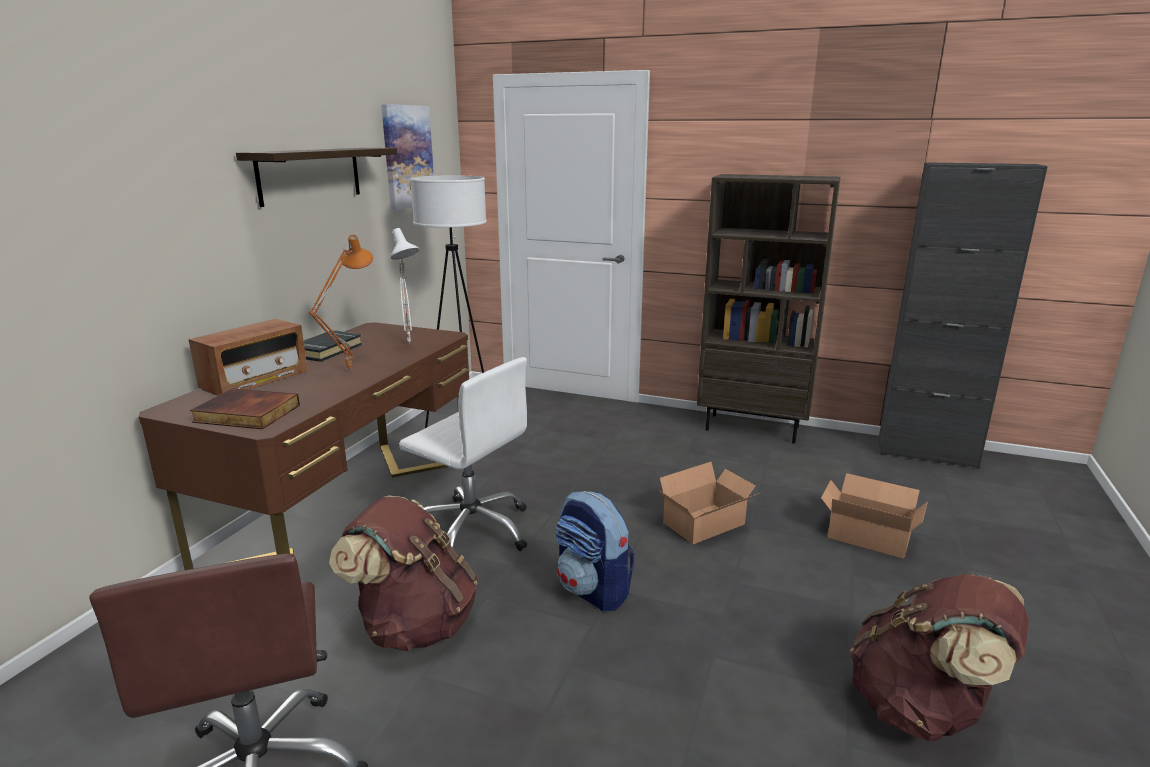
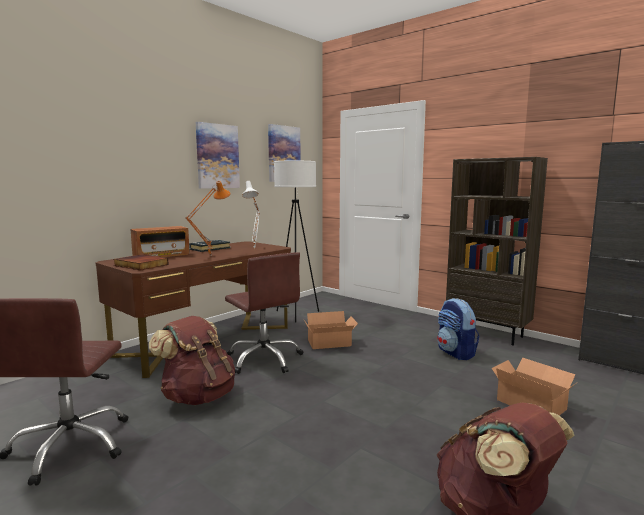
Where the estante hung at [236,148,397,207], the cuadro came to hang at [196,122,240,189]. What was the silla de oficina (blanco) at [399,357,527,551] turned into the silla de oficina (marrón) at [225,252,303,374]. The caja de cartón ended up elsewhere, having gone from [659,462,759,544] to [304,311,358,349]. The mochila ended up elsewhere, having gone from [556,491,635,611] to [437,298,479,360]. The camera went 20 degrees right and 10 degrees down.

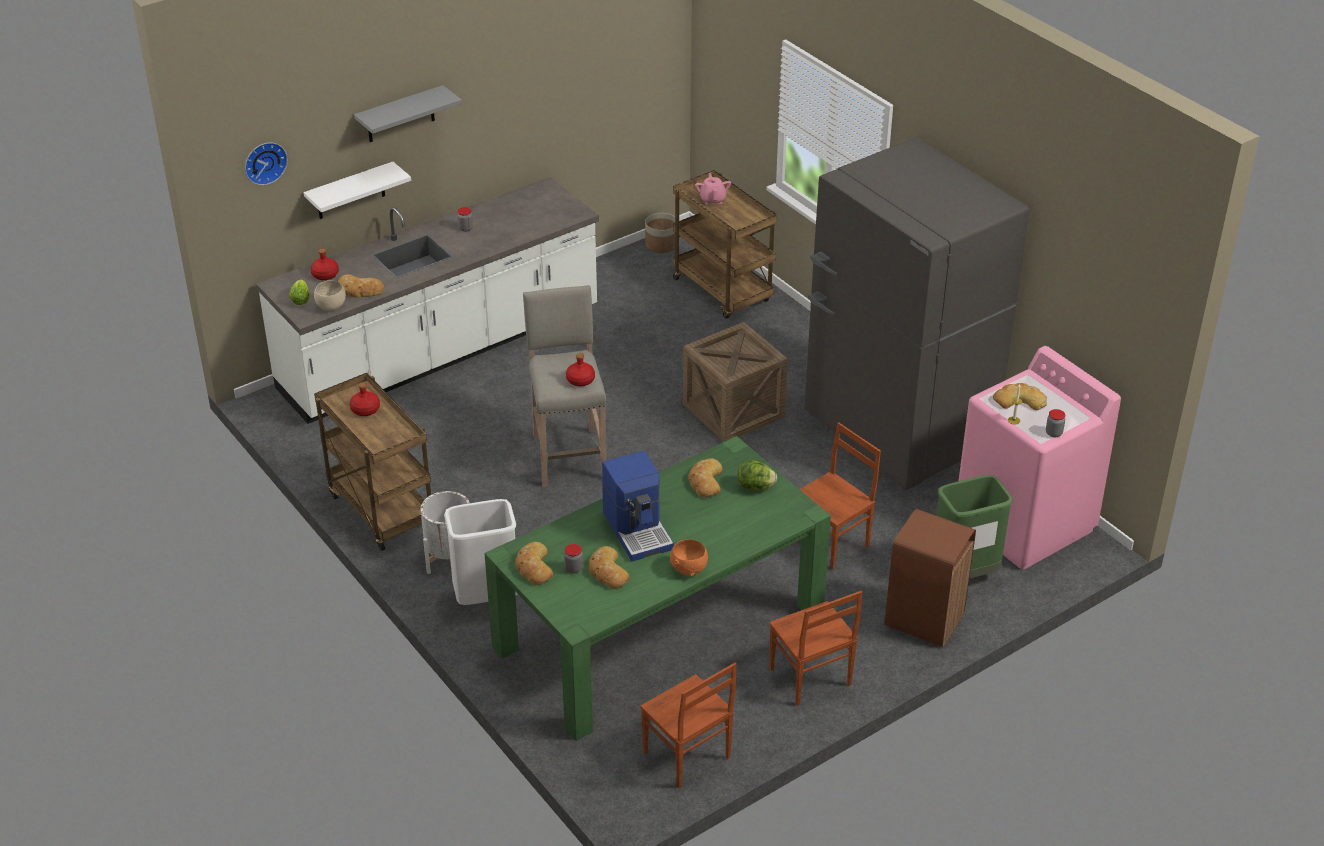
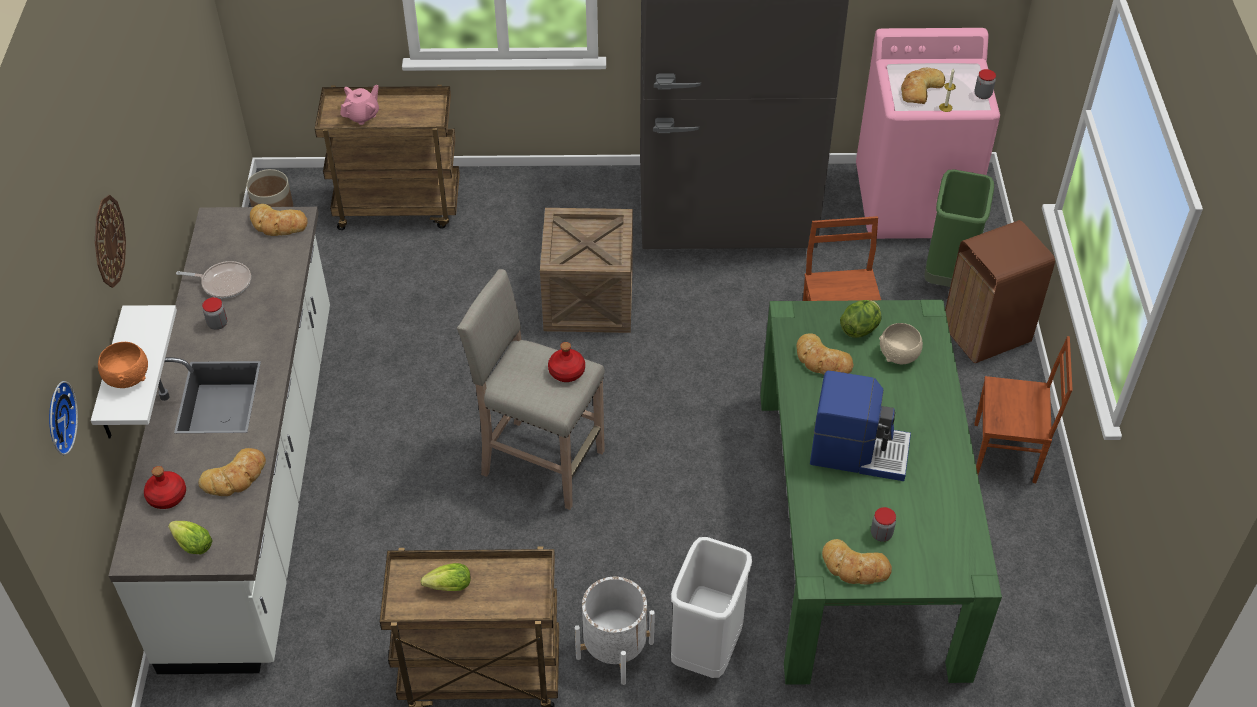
Where the estante (gris) hung at [354,85,462,142], the reloj de pared came to hang at [95,195,126,288]. The cuenco (naranja) ended up elsewhere, having gone from [670,539,708,576] to [98,342,148,388]. The second view gained the sartén at [176,261,251,298]. The pan ended up elsewhere, having gone from [589,546,629,589] to [250,204,308,236]. The tetera (rosa) at [695,173,731,205] ended up facing another way, 105 degrees clockwise from before. Where the botella (rojo) stood at [350,382,380,416], the lechuga came to stand at [421,563,471,591]. The cuenco (beis) ended up elsewhere, having gone from [314,280,346,311] to [879,323,923,364]. The second view lost the silla (marrón) at [640,663,737,788]. The camera went 55 degrees left and 10 degrees up.

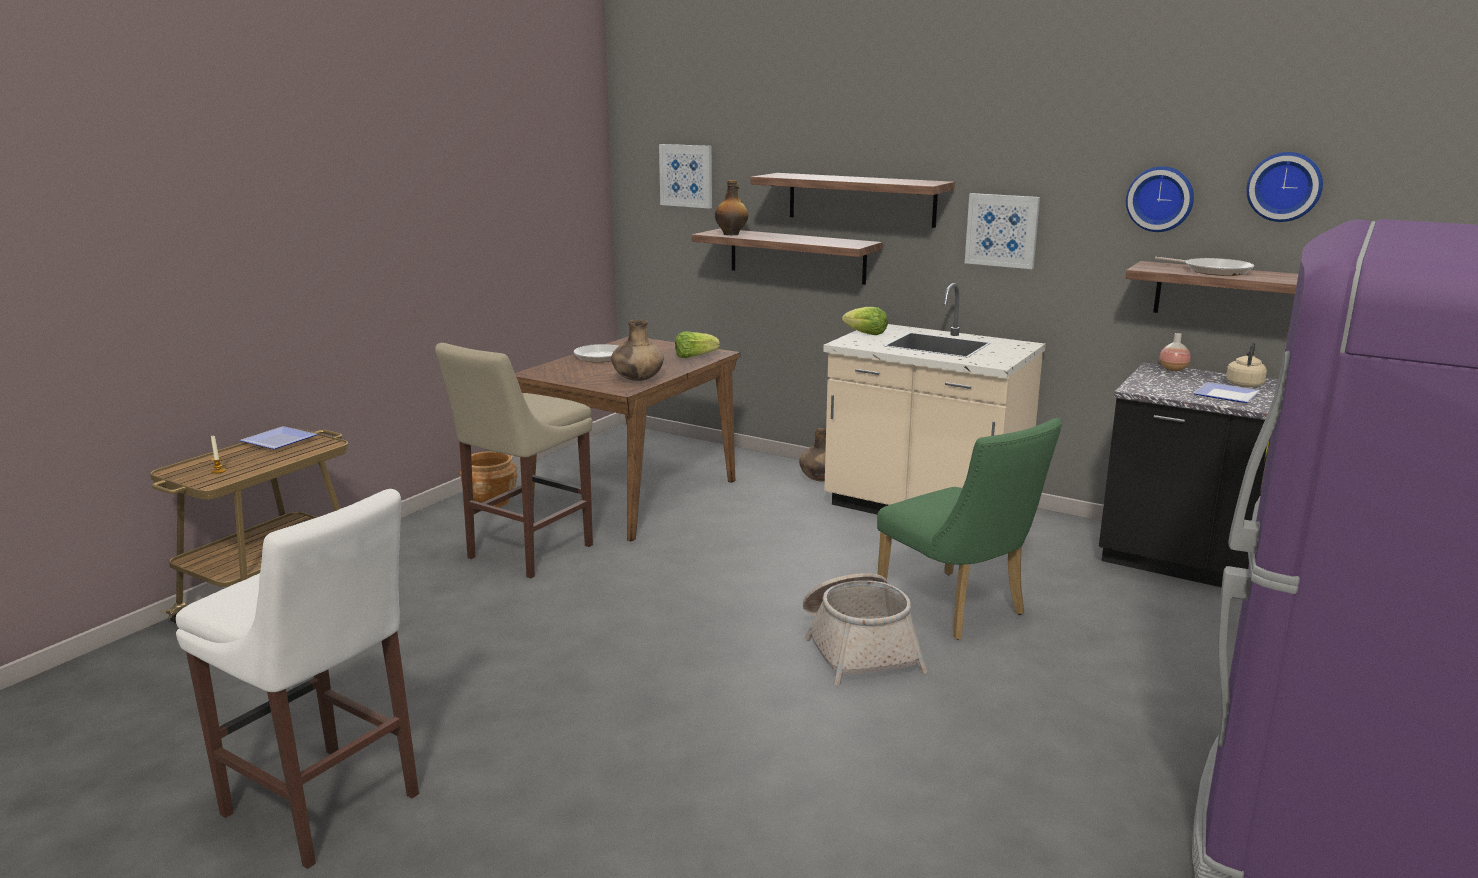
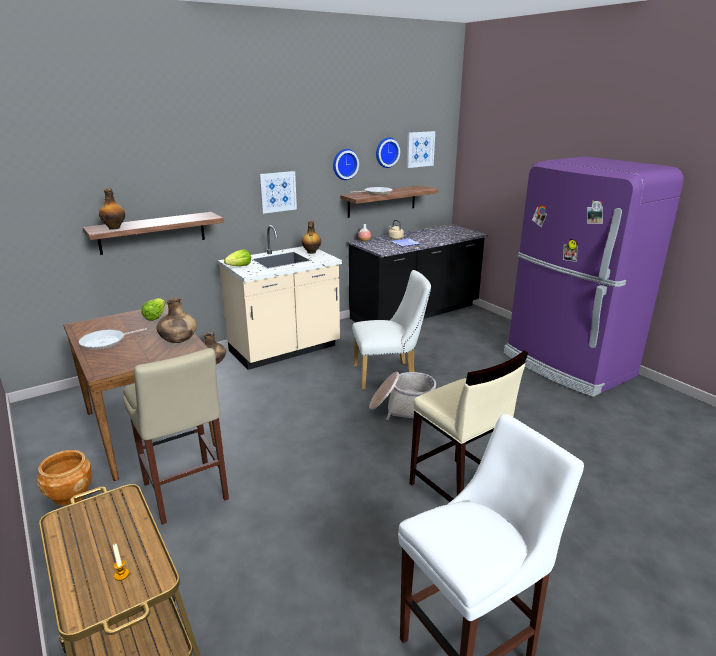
The second view gained the botella at [302,221,321,254]. What was the silla (verde) at [877,418,1062,640] turned into the silla (blanco) at [352,270,431,390]. The cuadro ended up elsewhere, having gone from [659,144,712,209] to [407,131,435,168]. The second view gained the taburete (beis) at [410,350,528,502]. The second view lost the plato at [240,426,317,449]. The second view lost the estante at [750,173,955,228]. The camera went 65 degrees left and 5 degrees up.

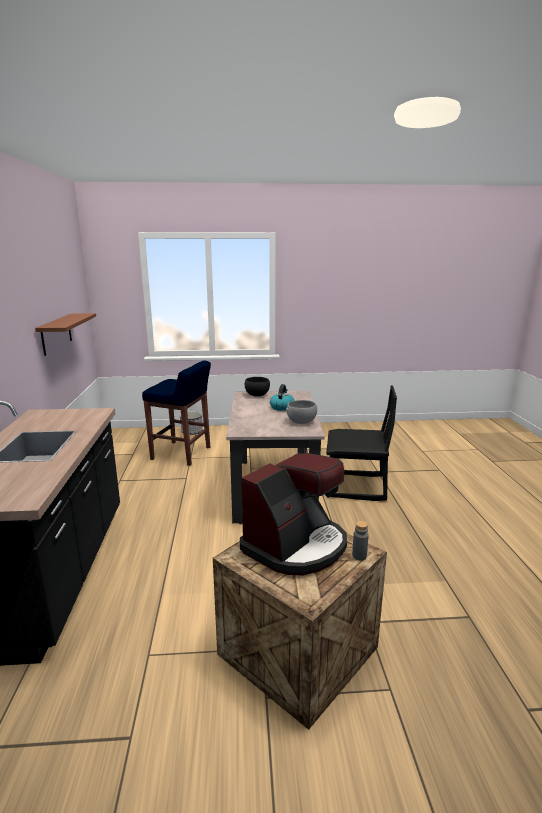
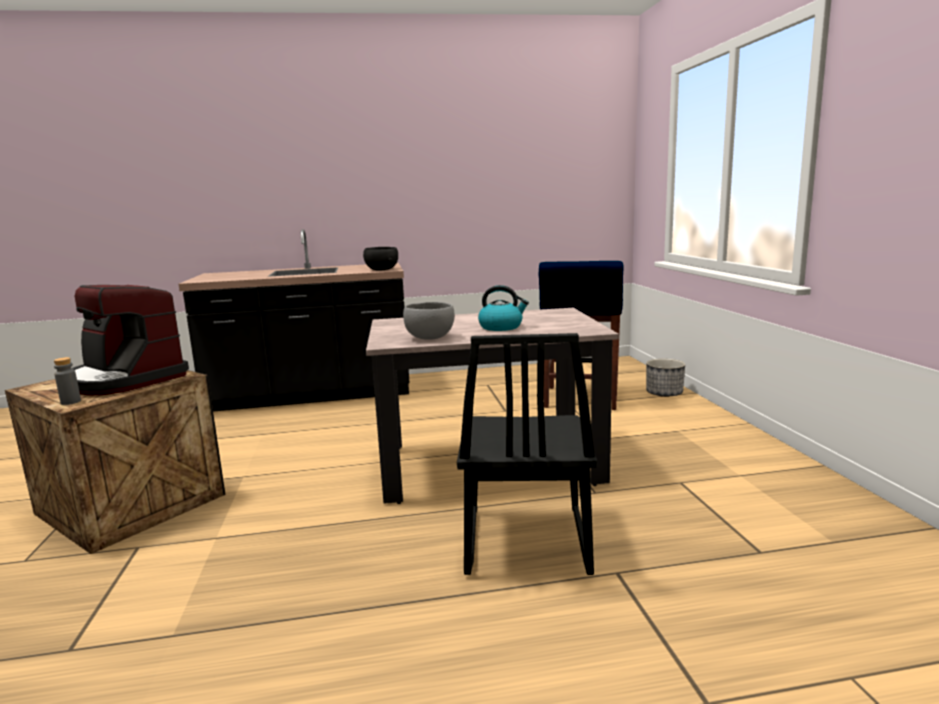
The cuenco (negro) ended up elsewhere, having gone from [245,377,270,397] to [363,247,398,271]. The second view lost the estante (marrón) at [35,313,96,356]. The camera went 85 degrees right and 5 degrees down.

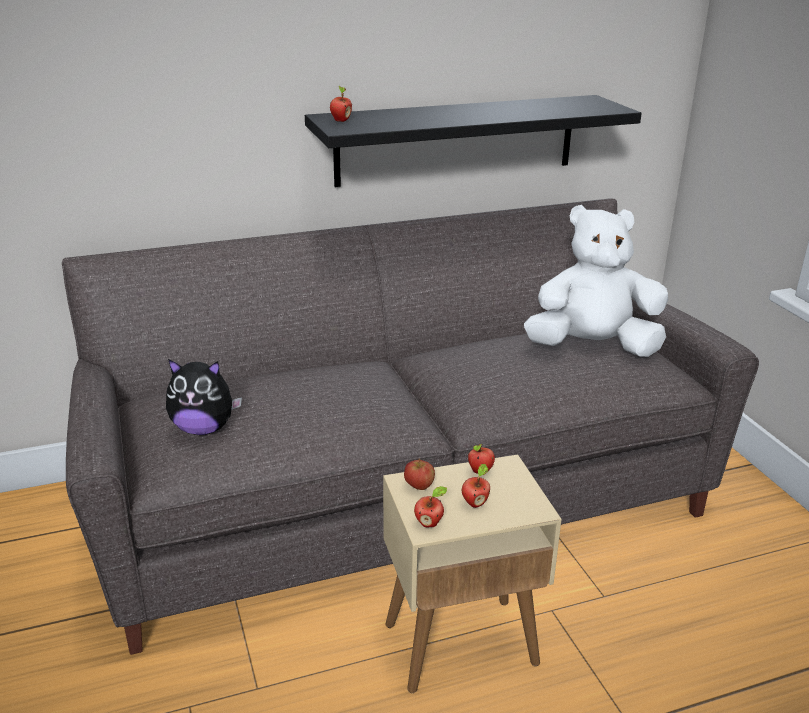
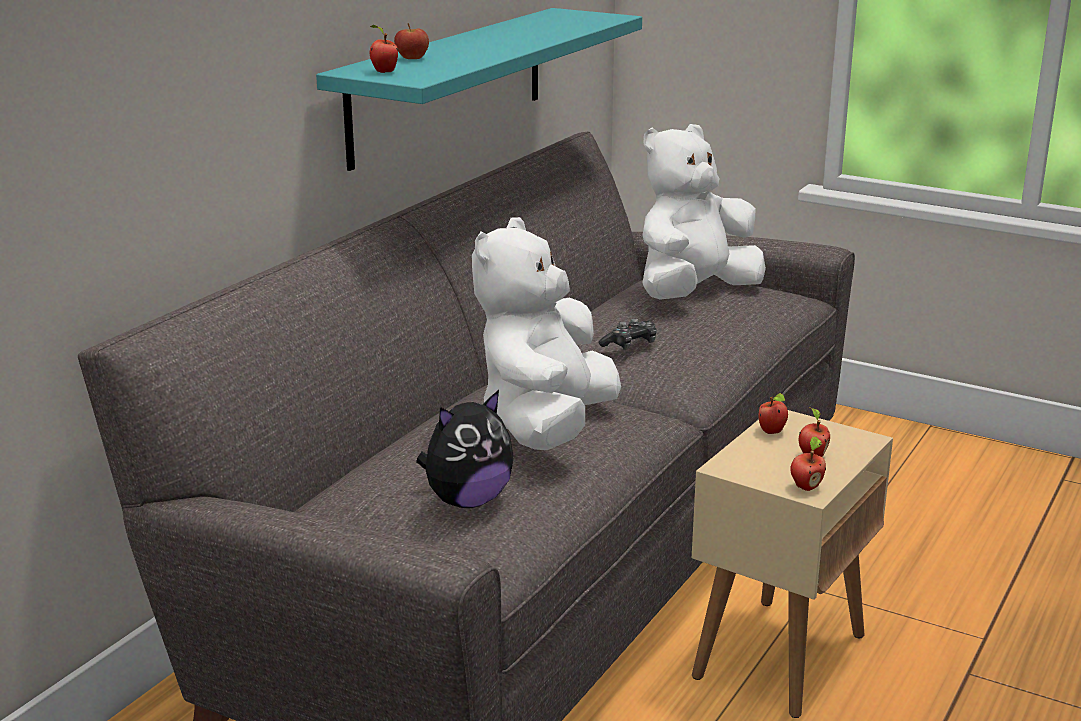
What was the estante (negro) at [305,95,642,187] turned into the estante (turquesa) at [316,8,642,171]. The manzana ended up elsewhere, having gone from [404,458,435,490] to [394,23,429,59]. The second view gained the peluche (blanco) at [472,217,621,450]. The second view gained the mando de consola at [599,318,657,350]. The camera went 40 degrees left and 5 degrees down.

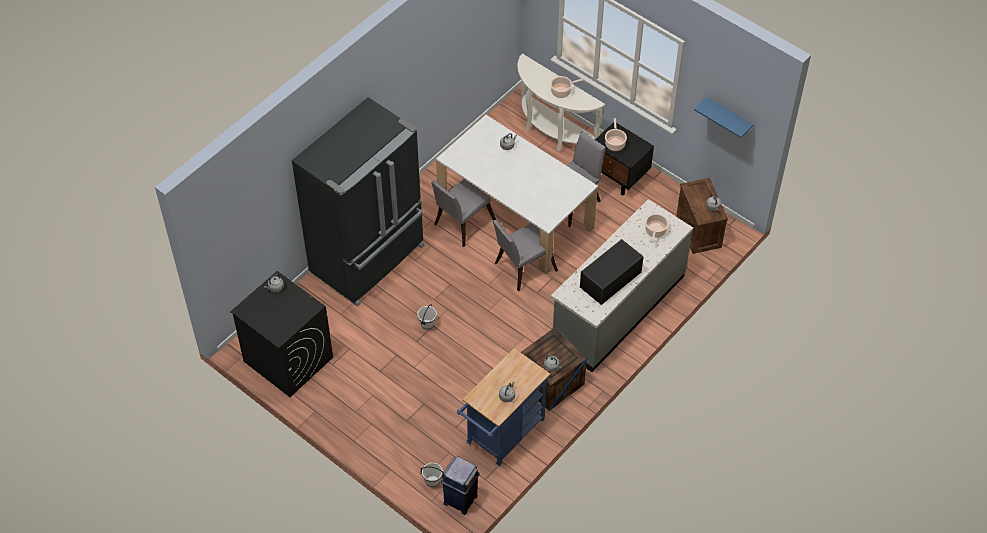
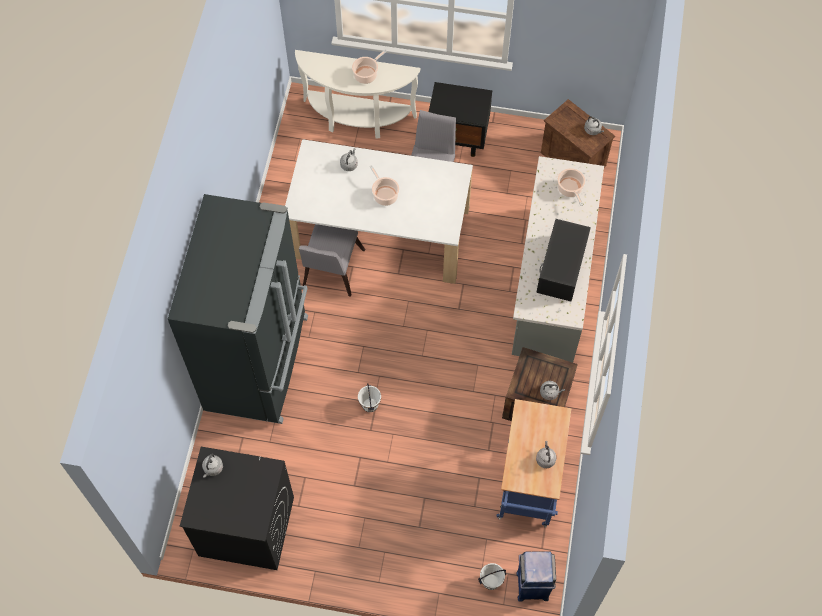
The olla ended up elsewhere, having gone from [605,118,627,151] to [369,165,399,206]. The second view lost the silla (gris) at [493,220,558,291]. The second view lost the estante (azul) at [694,97,753,138]. The camera went 30 degrees left and 10 degrees up.

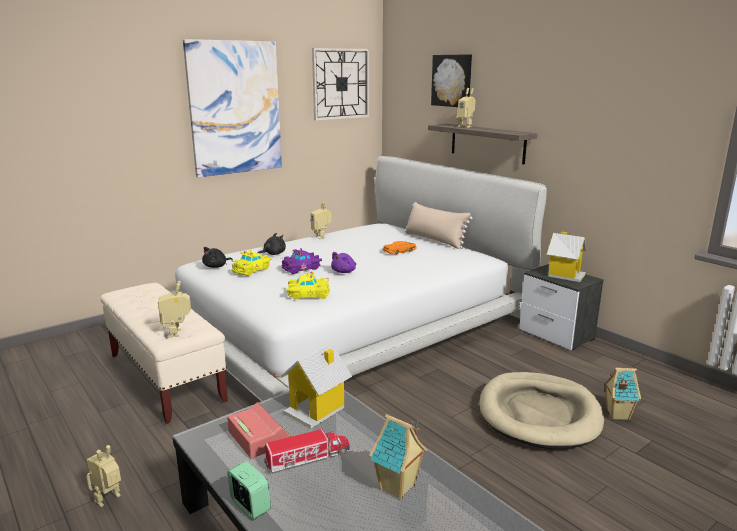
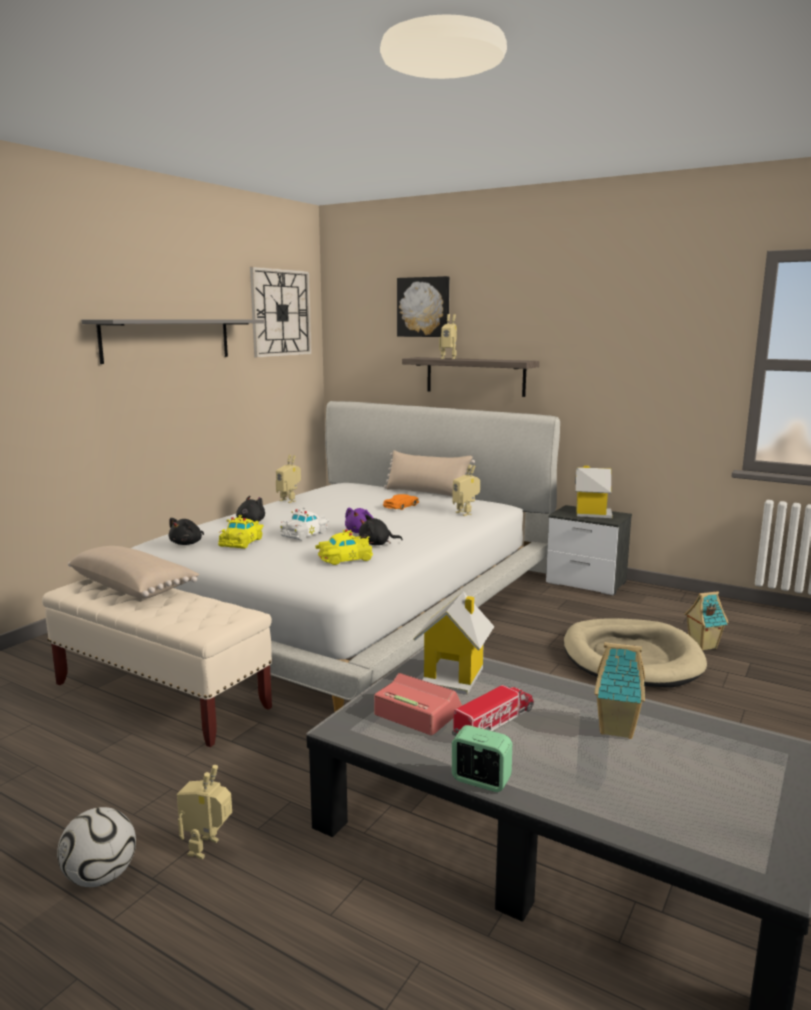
The second view gained the balón de fútbol at [57,807,136,887]. The second view gained the cojín (beis) at [68,546,199,598]. Where the cuadro hung at [183,39,282,177], the estante (gris) came to hang at [81,320,264,364]. What was the coche de juguete (morado) at [281,248,322,274] turned into the coche de juguete (blanco) at [280,508,329,540]. The second view gained the peluche (negro) at [359,515,403,545]. The robot de juguete ended up elsewhere, having gone from [158,281,191,338] to [452,464,480,516]. The camera went 20 degrees left and 5 degrees down.

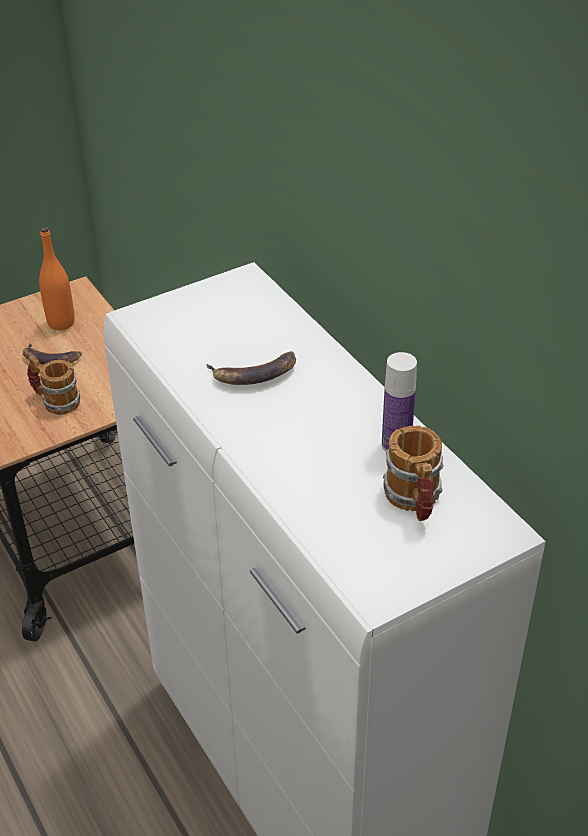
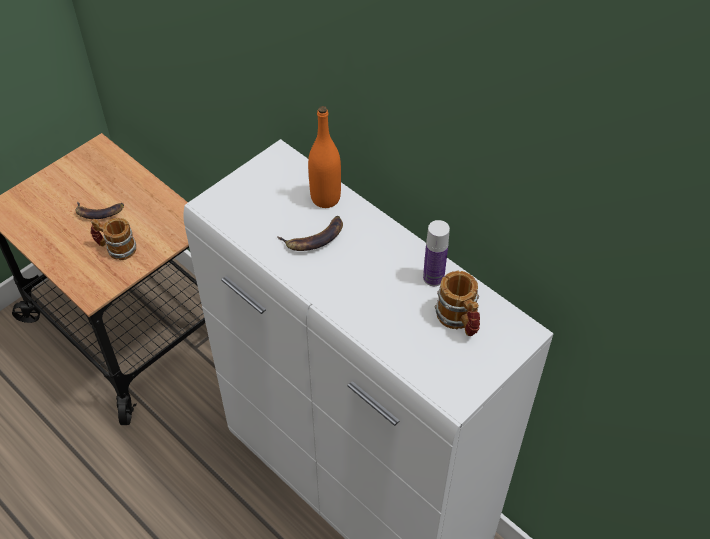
The botella (naranja) ended up elsewhere, having gone from [39,227,75,330] to [308,106,341,208]. The camera went 15 degrees left and 10 degrees up.

